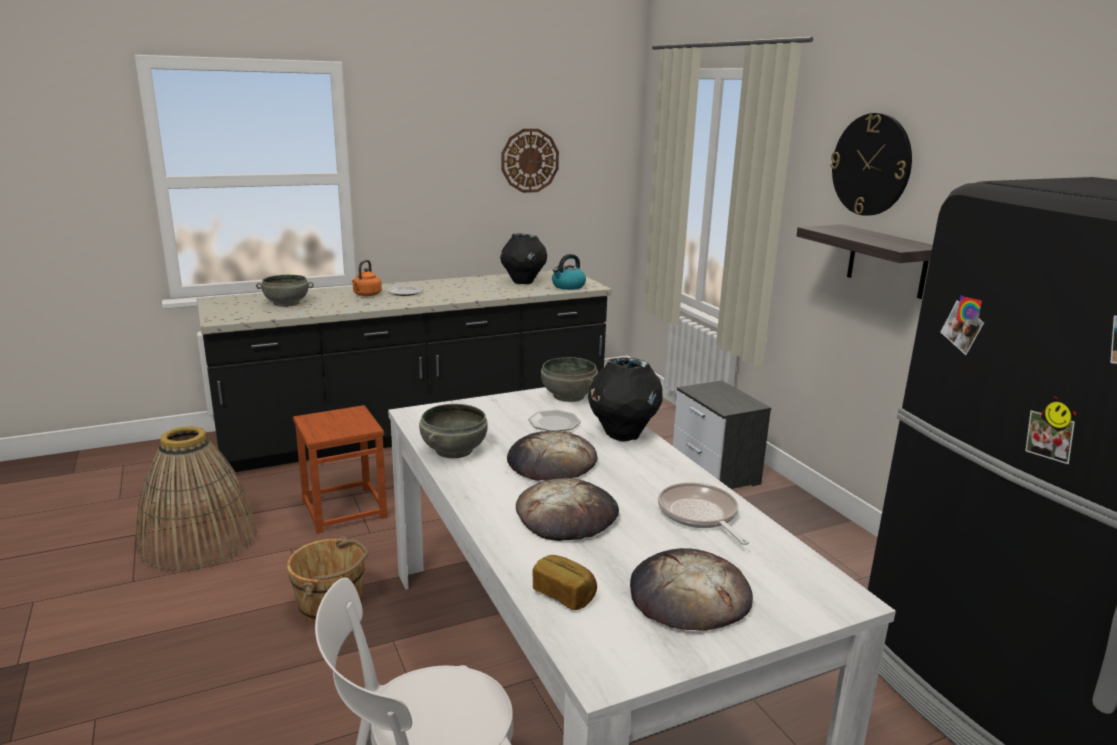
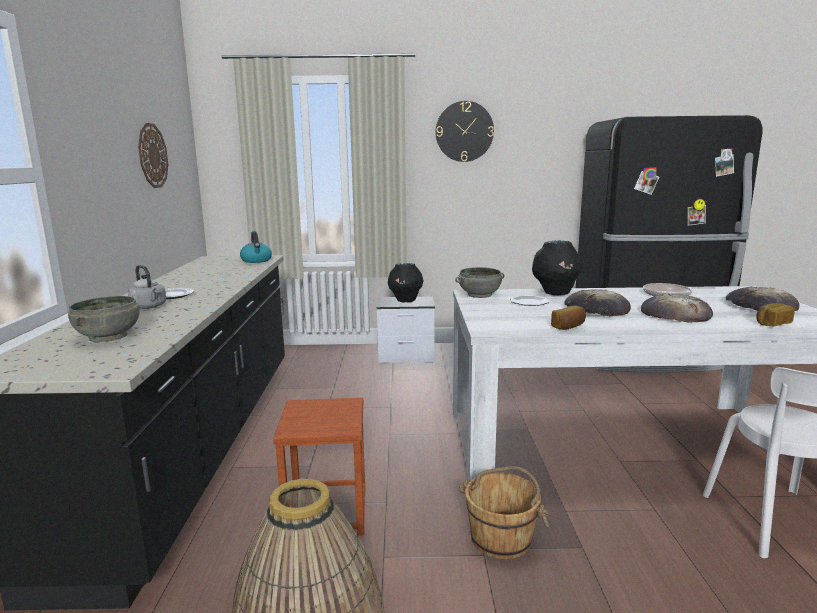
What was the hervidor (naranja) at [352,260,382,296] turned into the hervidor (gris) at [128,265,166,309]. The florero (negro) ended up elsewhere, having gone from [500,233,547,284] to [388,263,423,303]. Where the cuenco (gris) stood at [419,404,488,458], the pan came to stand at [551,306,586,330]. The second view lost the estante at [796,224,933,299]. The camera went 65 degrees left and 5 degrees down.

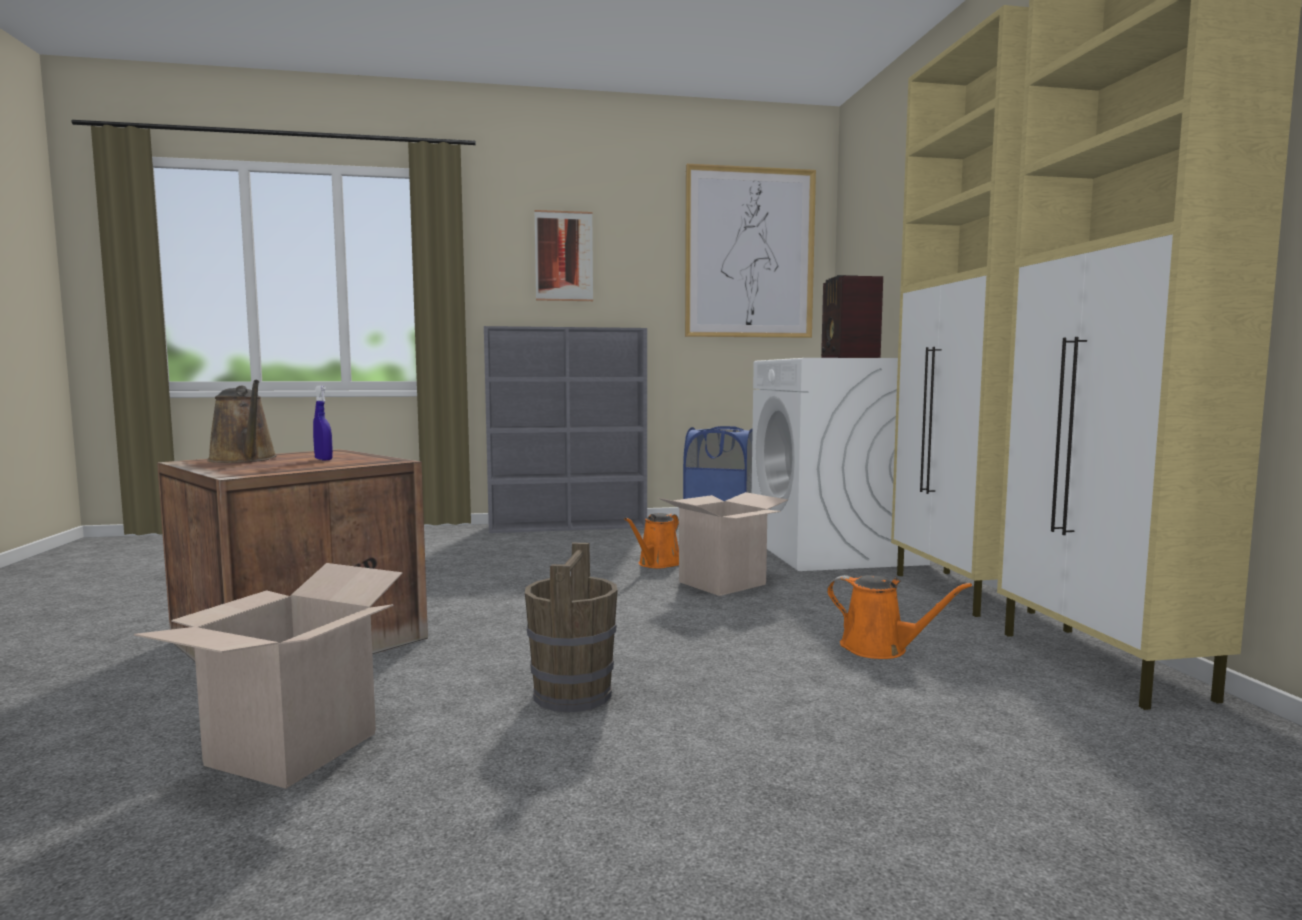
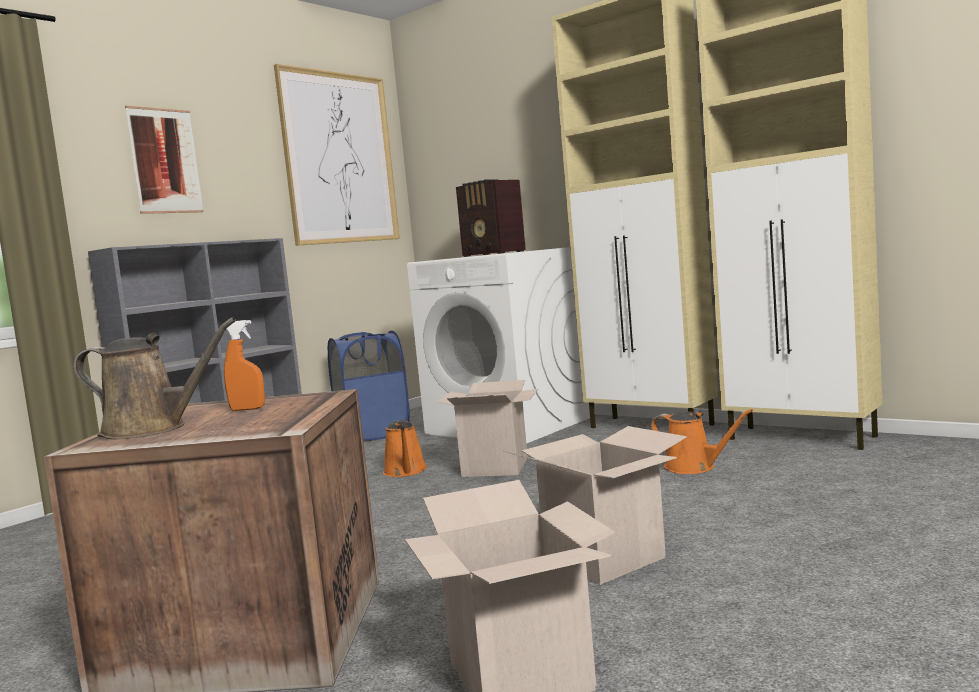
What was the pulverizador (azul) at [313,386,333,461] turned into the pulverizador (naranja) at [224,320,265,411]. Where the cubo (marrón) stood at [525,543,618,712], the caja de cartón came to stand at [503,426,687,585]. The regadera (naranja) at [827,575,972,659] ended up facing another way, 45 degrees clockwise from before. The camera went 40 degrees left and 0 degrees up.

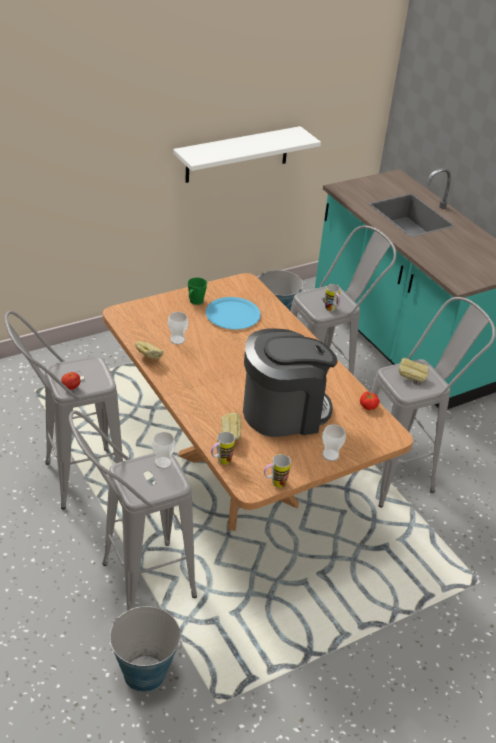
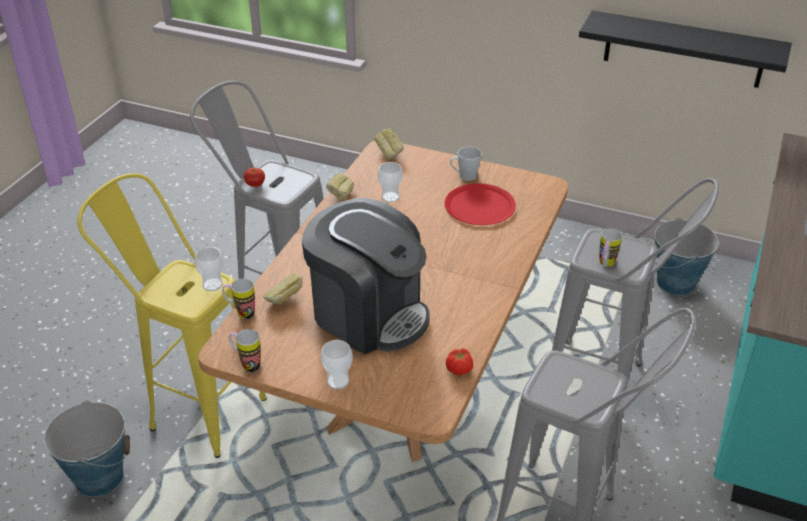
What was the taburete (gris) at [69,410,197,611] turned into the taburete (amarillo) at [77,173,267,458]. The pan ended up elsewhere, having gone from [399,358,429,382] to [375,128,404,159]. What was the plato (azul) at [206,297,261,330] turned into the plato (rojo) at [445,183,516,225]. What was the taza grande (verde) at [188,277,207,305] turned into the taza grande (gris) at [450,147,482,181]. What was the estante (blanco) at [173,126,321,183] turned into the estante (negro) at [579,10,792,88]. The camera went 55 degrees right and 0 degrees up.

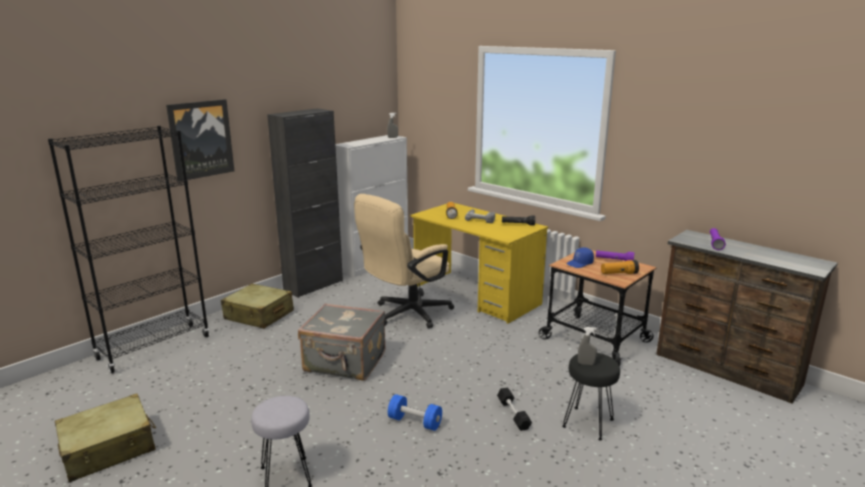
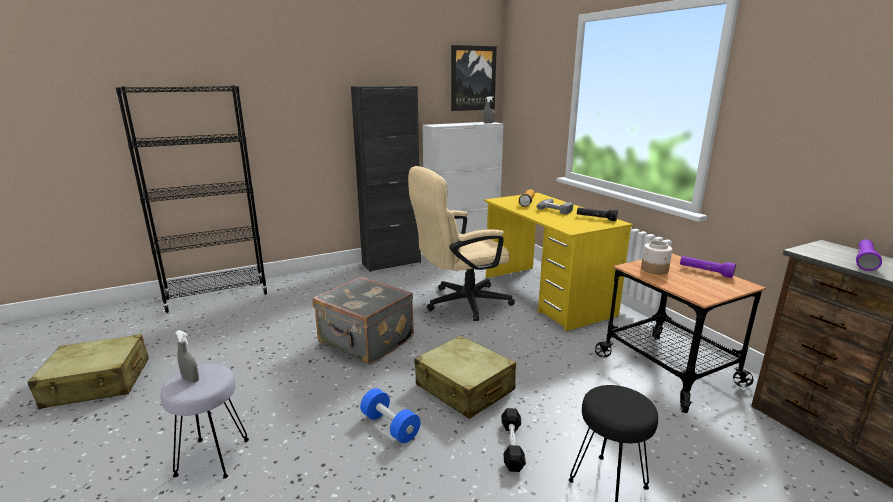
The pulverizador (gris) ended up elsewhere, having gone from [578,327,597,365] to [175,330,199,383]. The maleta (beis) ended up elsewhere, having gone from [221,284,294,329] to [414,335,516,419]. The cuadro ended up elsewhere, having gone from [166,99,234,182] to [451,45,497,111]. Where the gorra (azul) stood at [566,247,594,268], the tarro came to stand at [641,241,672,275]. The second view lost the linterna at [601,260,639,274]. The camera went 20 degrees right and 0 degrees up.

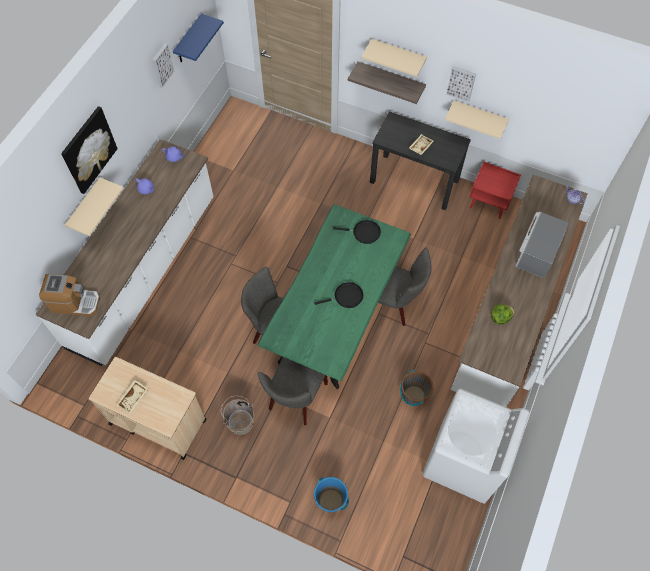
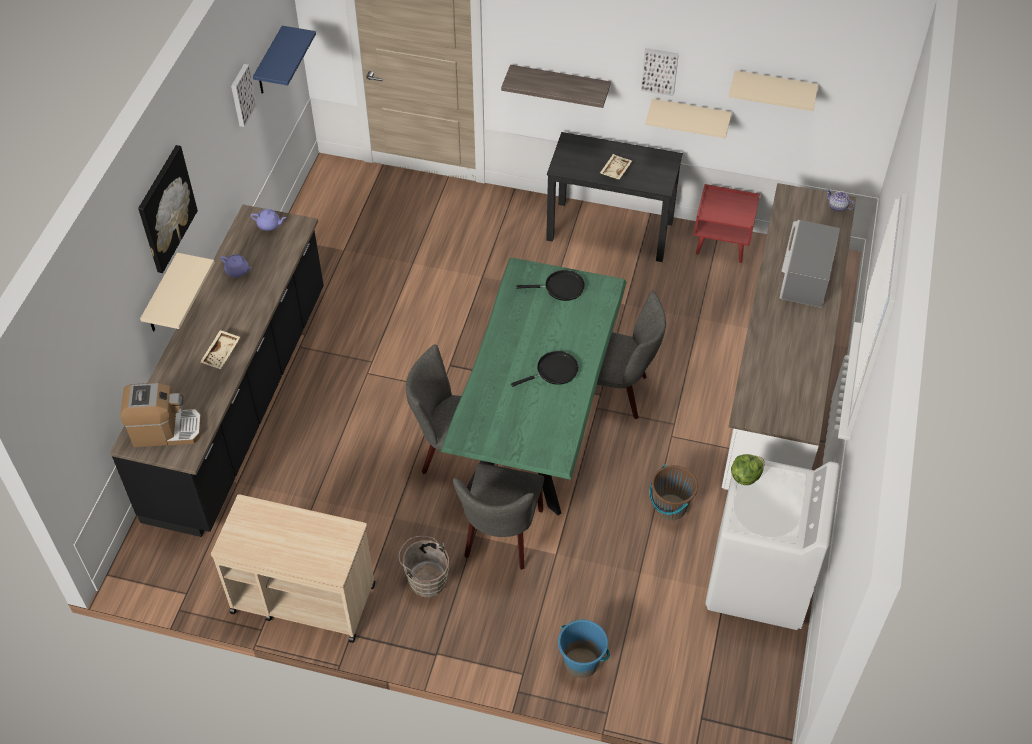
What was the mueble bajo de cocina (blanco) at [36,139,214,366] turned into the mueble bajo de cocina (negro) at [110,205,324,537]. The bandeja (beis) ended up elsewhere, having gone from [116,380,148,414] to [200,330,240,369]. The estante (beis) ended up elsewhere, having gone from [361,39,427,77] to [729,70,818,111]. The lechuga ended up elsewhere, having gone from [491,304,514,325] to [731,454,765,485]. The camera went 10 degrees left and 10 degrees down.

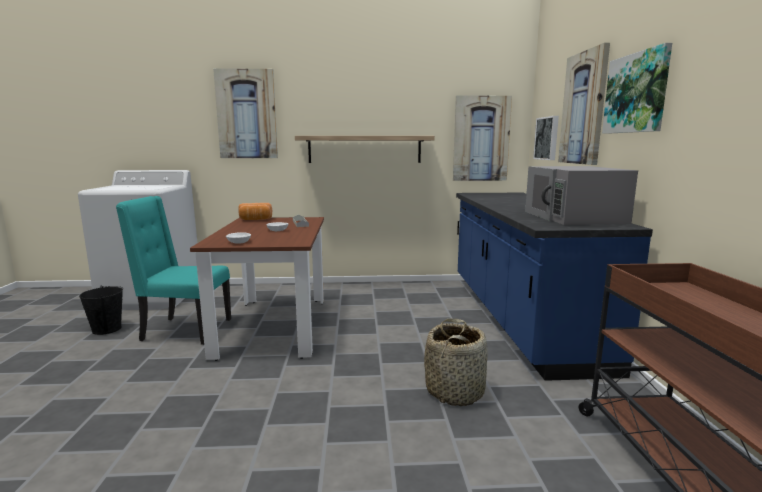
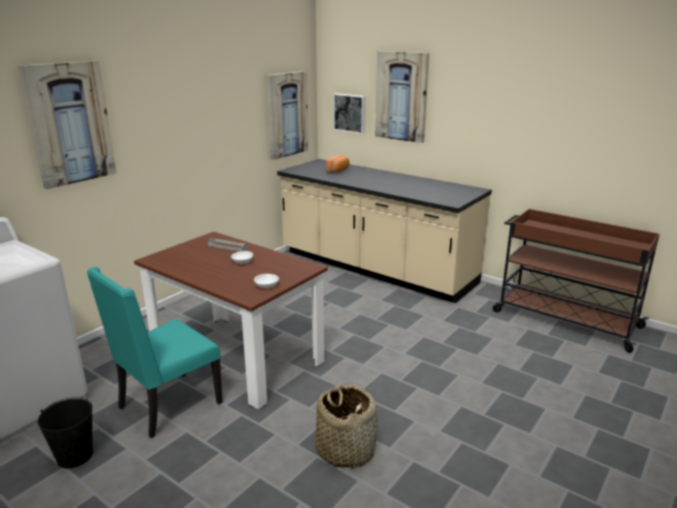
What was the mueble bajo de cocina (azul) at [456,193,653,381] turned into the mueble bajo de cocina (beis) at [277,159,492,303]. The cesta ended up elsewhere, having gone from [424,319,488,406] to [315,384,378,469]. The pan ended up elsewhere, having gone from [238,203,272,220] to [326,155,350,173]. The second view lost the estante at [295,136,435,163]. The second view lost the microondas (gris) at [525,166,638,225]. The second view lost the cuadro at [602,43,672,134]. The camera went 50 degrees left and 10 degrees up.

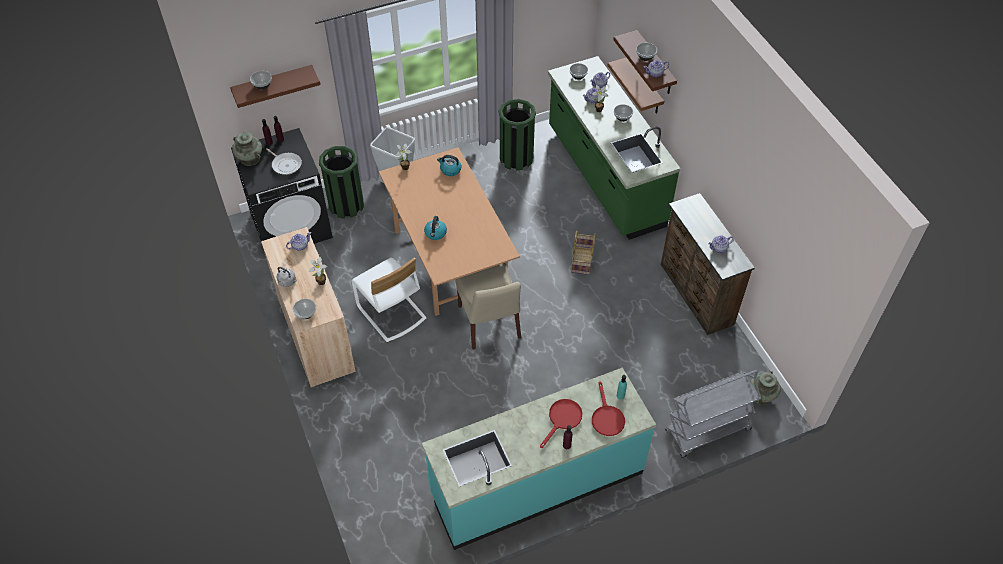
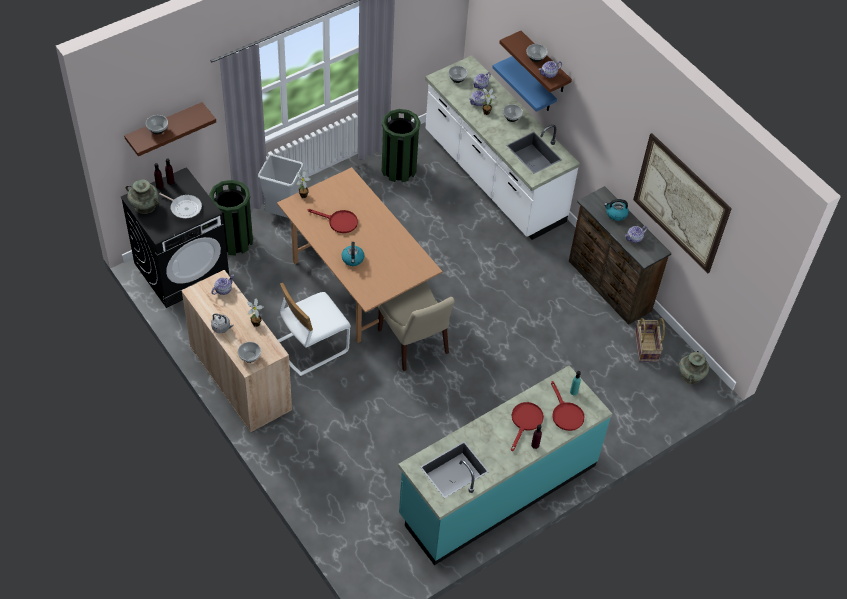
The silla (blanco) at [351,258,427,342] ended up facing another way, 105 degrees clockwise from before. The second view gained the sartén (rojo) at [308,209,358,233]. What was the mueble bajo de cocina (verde) at [548,56,680,240] turned into the mueble bajo de cocina (blanco) at [425,55,580,240]. What was the estante (marrón) at [608,57,664,114] turned into the estante (azul) at [492,56,557,112]. The hervidor ended up elsewhere, having gone from [437,155,462,176] to [604,199,629,221]. The second view gained the cuadro at [633,133,732,274]. The cesta ended up elsewhere, having gone from [571,231,596,275] to [635,318,665,362]. The second view lost the carrito (gris) at [665,370,761,458]. The camera went 15 degrees left and 0 degrees up.

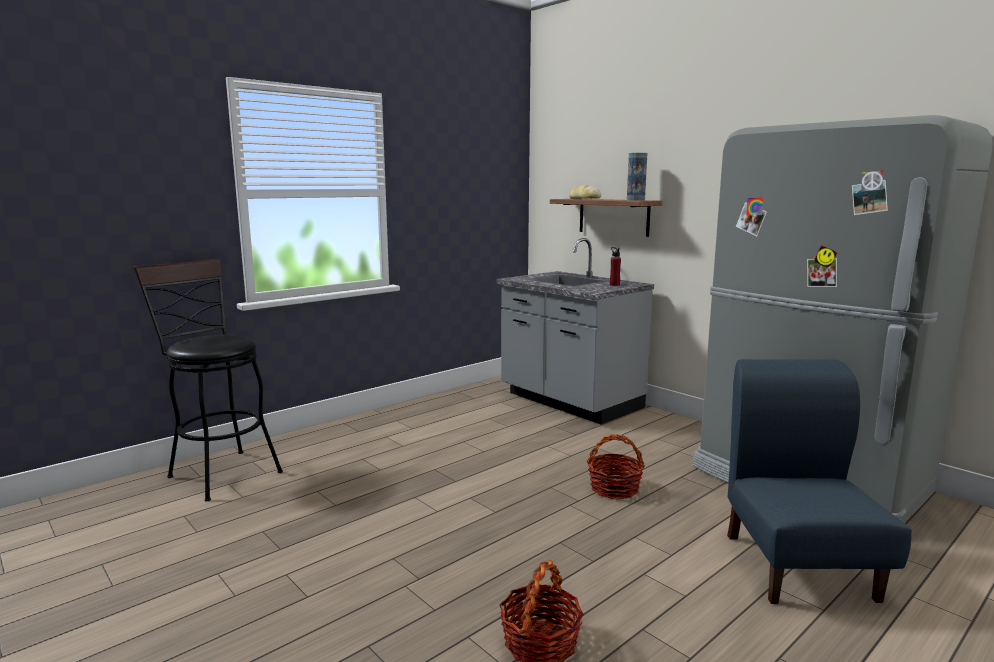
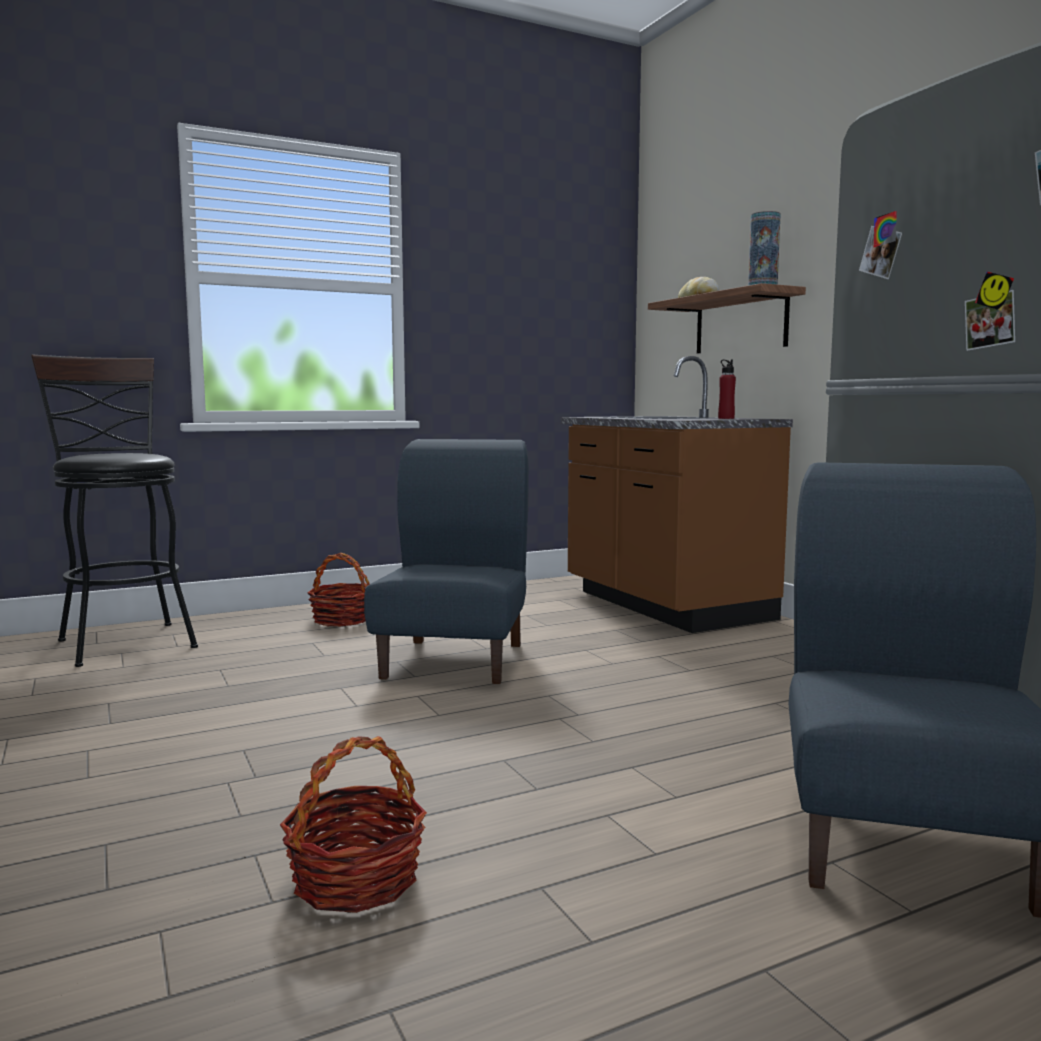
The cesta ended up elsewhere, having gone from [586,434,645,500] to [308,553,370,627]. The second view gained the silla (azul) at [364,439,529,684]. What was the mueble bajo de cocina (gris) at [496,238,654,424] turned into the mueble bajo de cocina (marrón) at [561,356,793,633]. The camera went 15 degrees right and 5 degrees down.

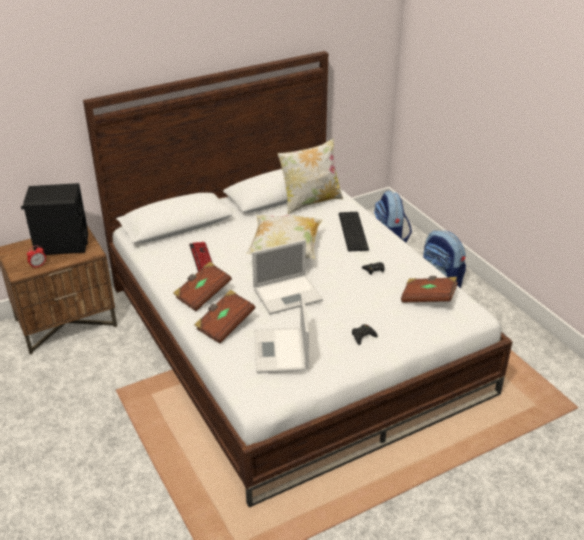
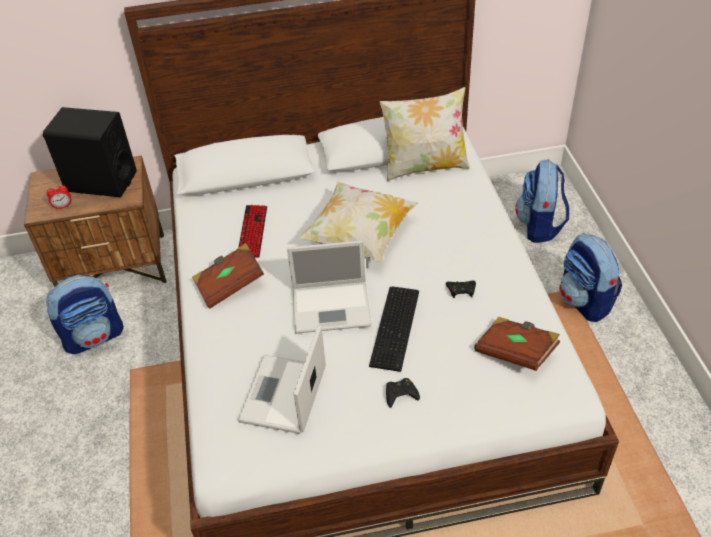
The second view gained the mochila at [46,275,124,354]. The teclado ended up elsewhere, having gone from [338,212,369,252] to [369,286,419,372]. The second view lost the libro (marrón) at [194,290,255,344]. The camera went 20 degrees right and 10 degrees up.

